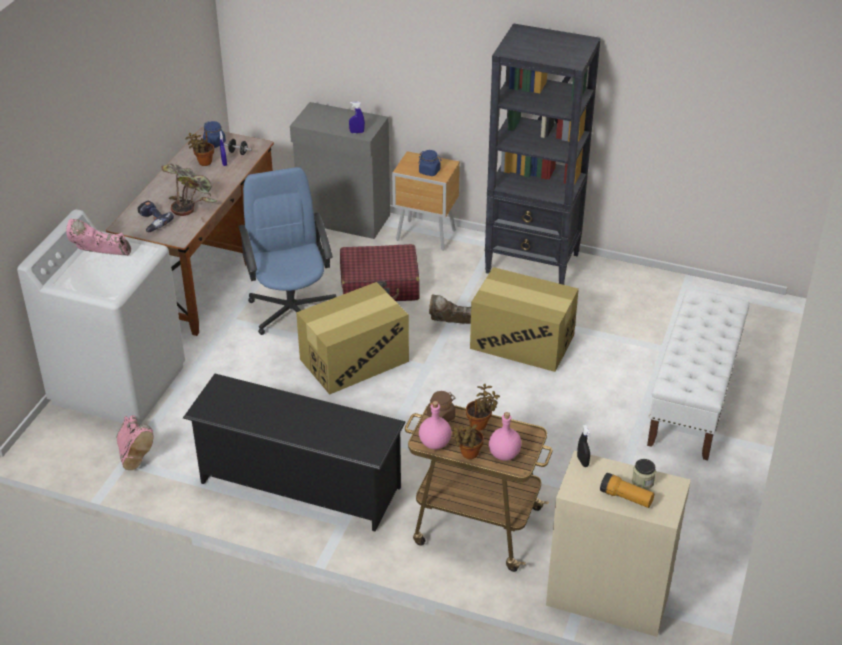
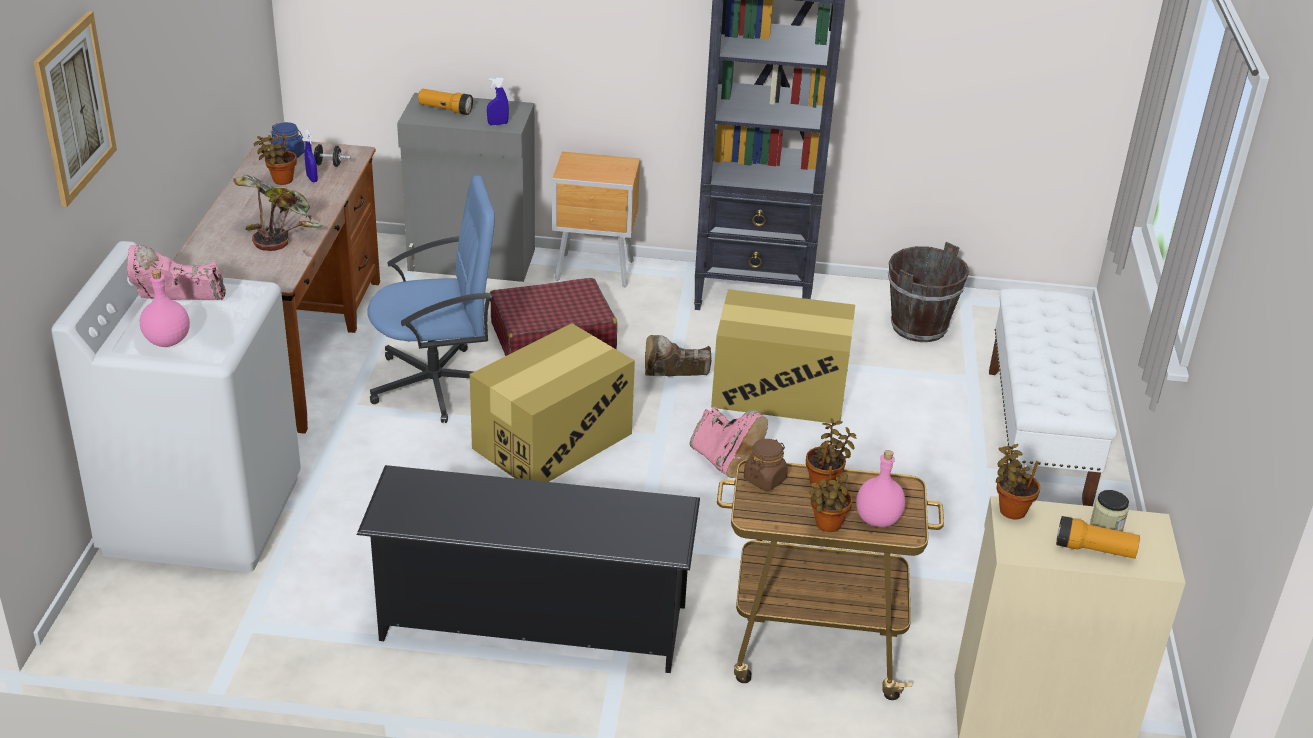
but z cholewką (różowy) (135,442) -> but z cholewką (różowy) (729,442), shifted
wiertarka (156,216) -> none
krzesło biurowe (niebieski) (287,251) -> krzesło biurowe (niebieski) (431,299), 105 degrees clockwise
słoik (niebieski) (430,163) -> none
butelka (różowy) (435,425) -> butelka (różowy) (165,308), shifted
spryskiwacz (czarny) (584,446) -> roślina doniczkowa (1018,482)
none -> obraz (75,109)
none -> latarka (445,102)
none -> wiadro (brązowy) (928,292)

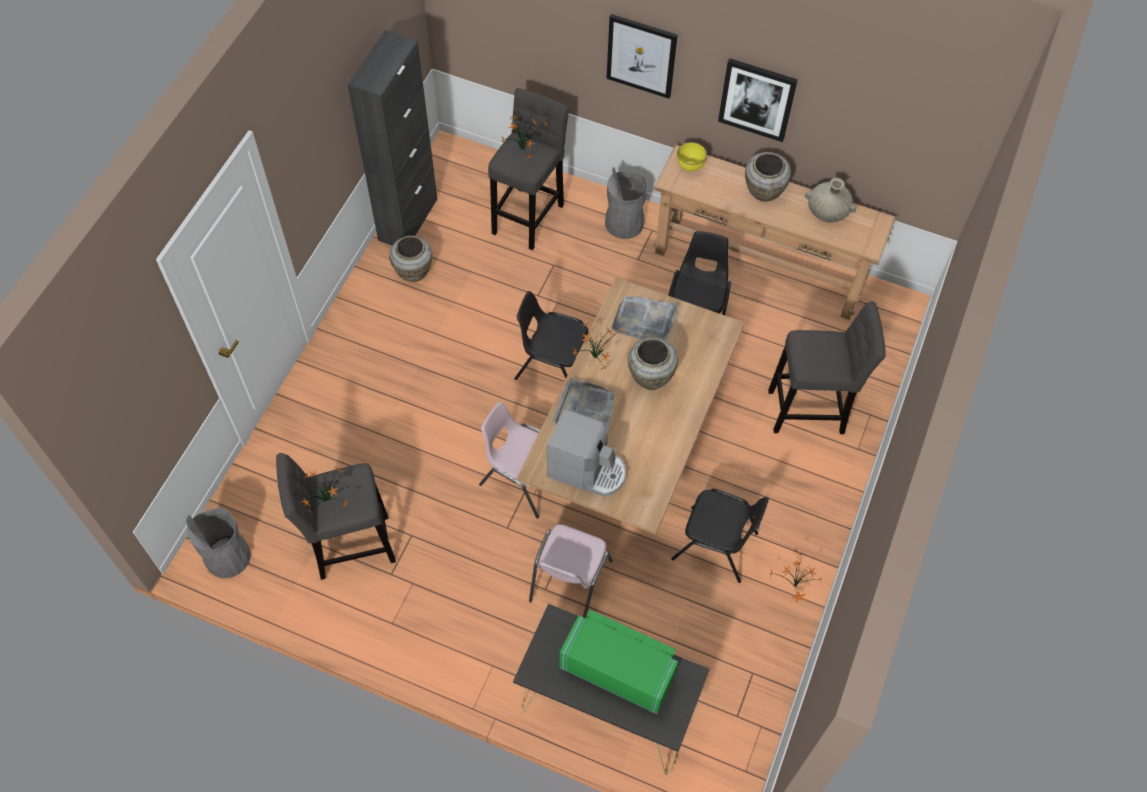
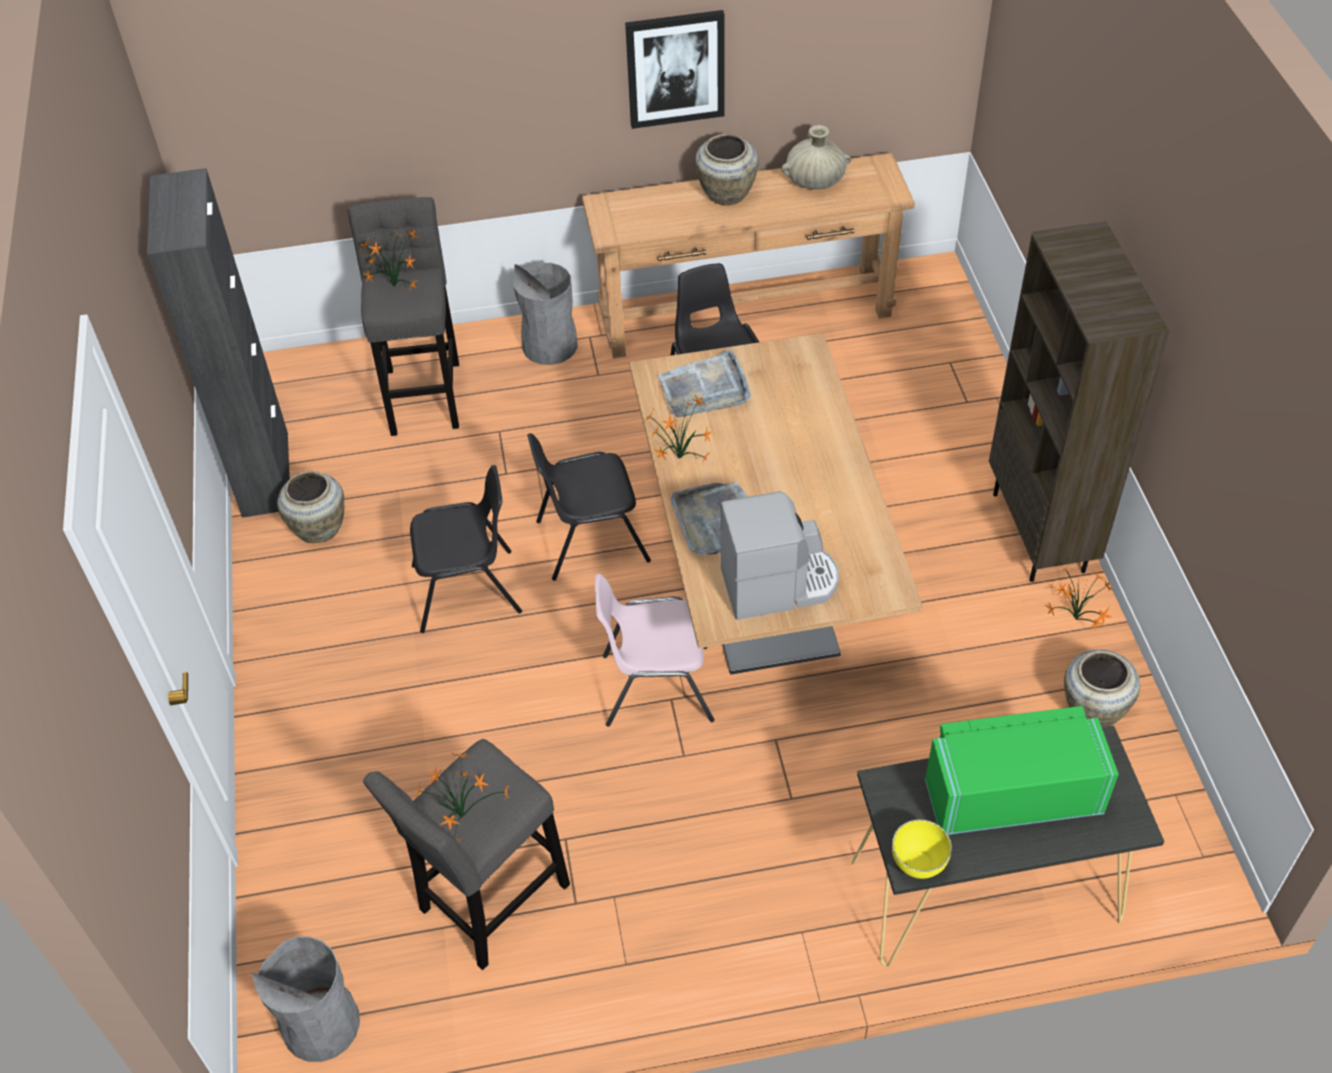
krzesło (różowy) (571,571) -> none
obraz (641,56) -> none
wazon (beżowy) (653,363) -> wazon (beżowy) (1102,688), shifted
krzesło (czarny) (720,536) -> krzesło (czarny) (466,549), shifted
miska (żółty) (692,157) -> miska (żółty) (922,849), shifted
stołek (szary) (827,367) -> none
none -> regał (brązowy) (1079,401)

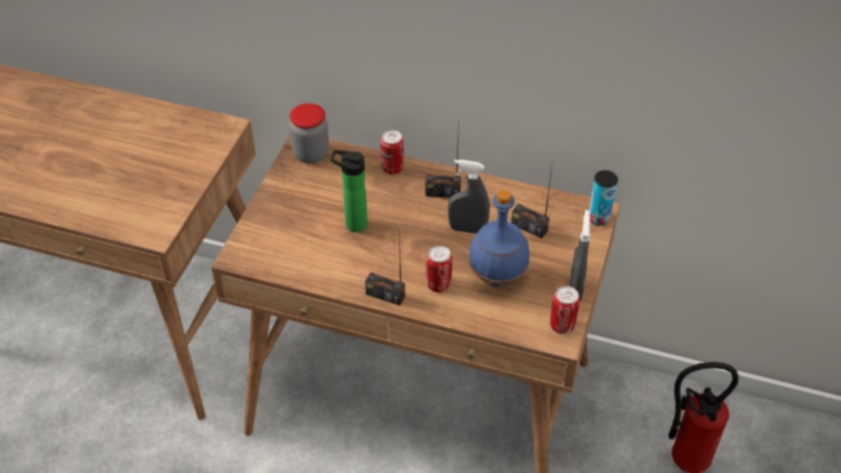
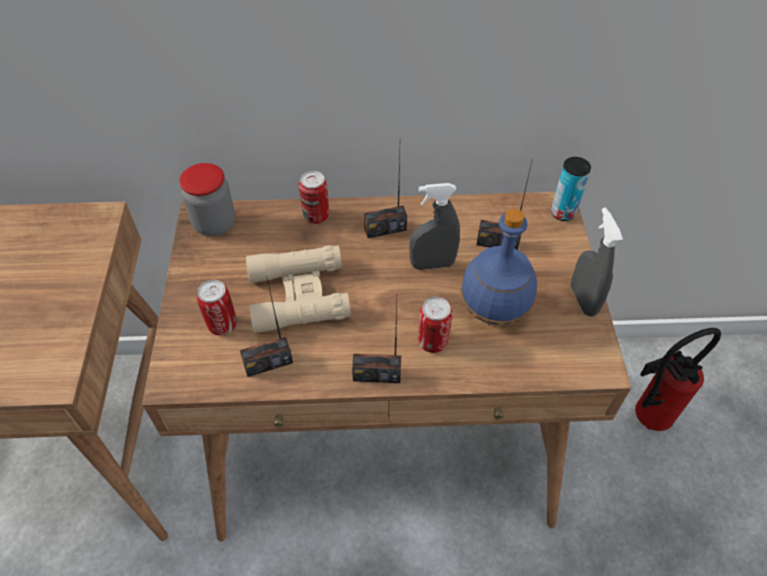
butelka (349,191) -> lornetka (beżowy) (298,289)
puszka (565,310) -> puszka (217,308), shifted
none -> radio (266,327)

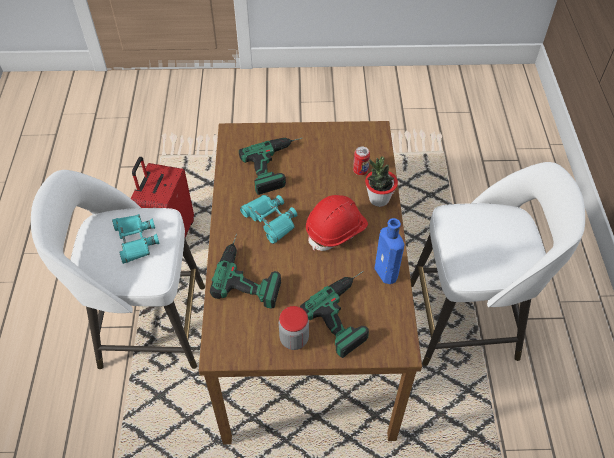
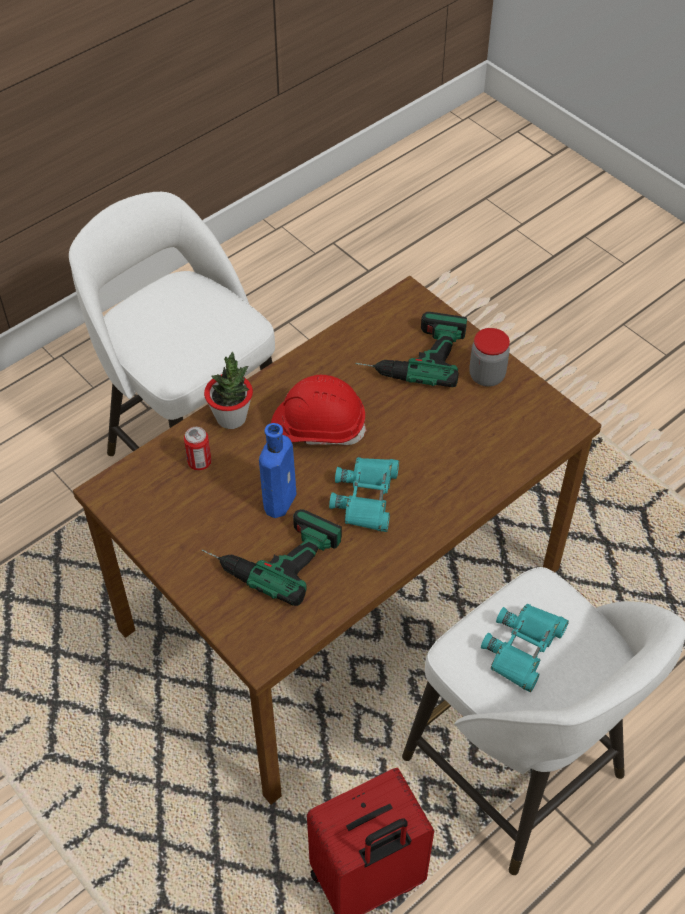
wiertarka (245,271) -> none
butelka (niebieski) (390,251) -> butelka (niebieski) (277,470), shifted

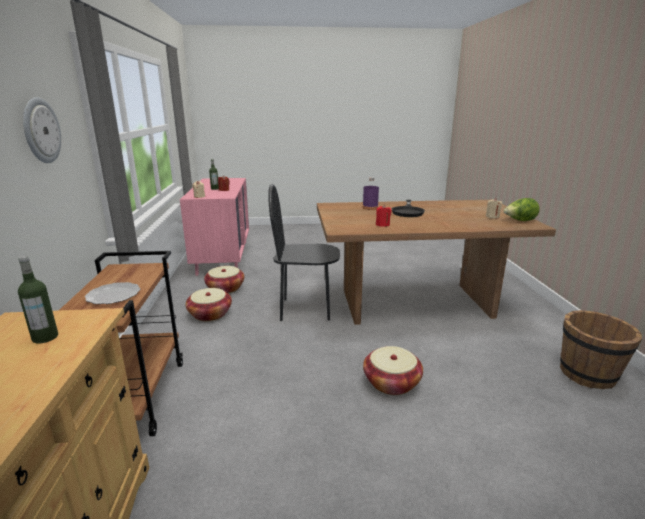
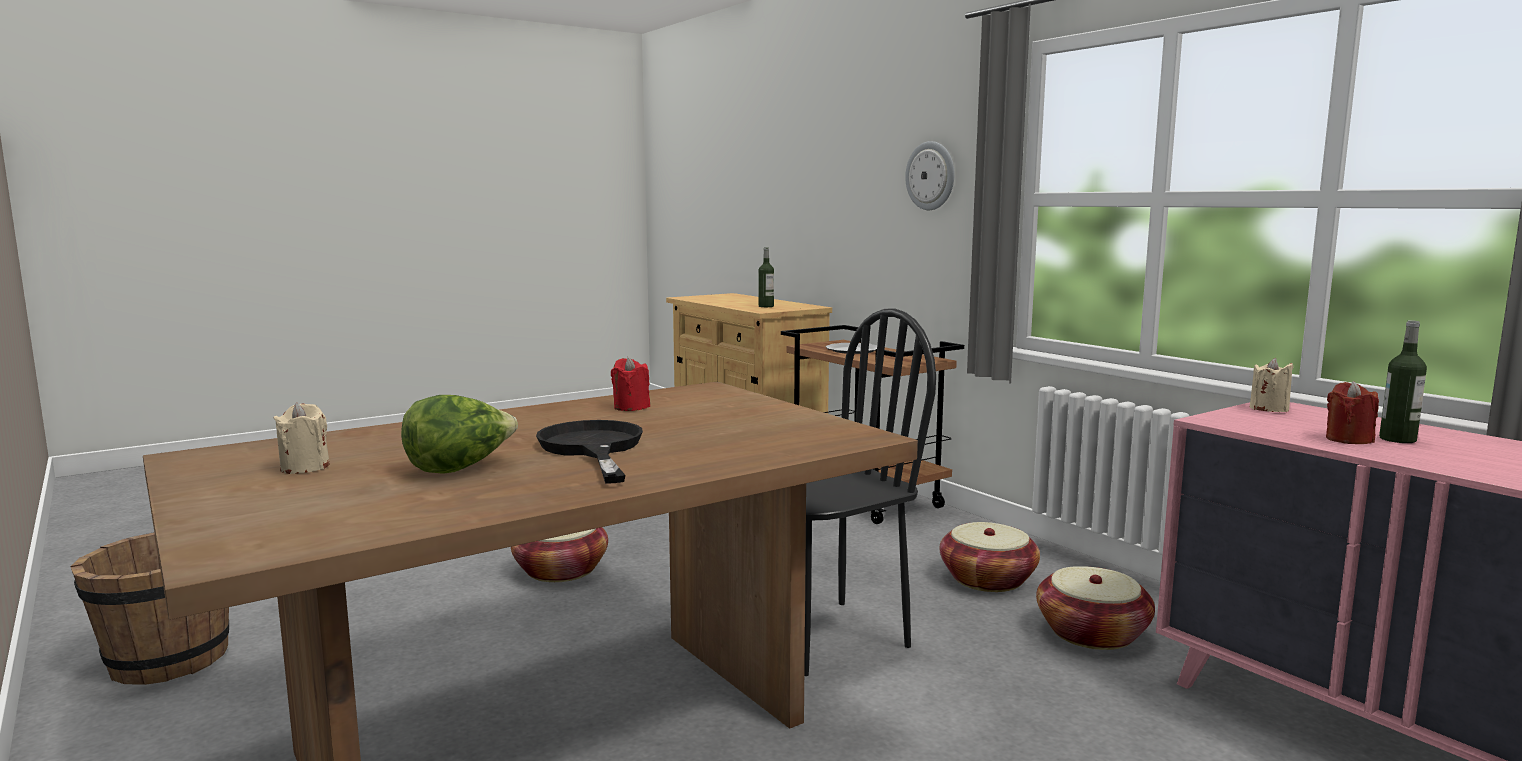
butelka (fioletowy) (371,194) -> none
sałata (522,209) -> sałata (459,434), shifted

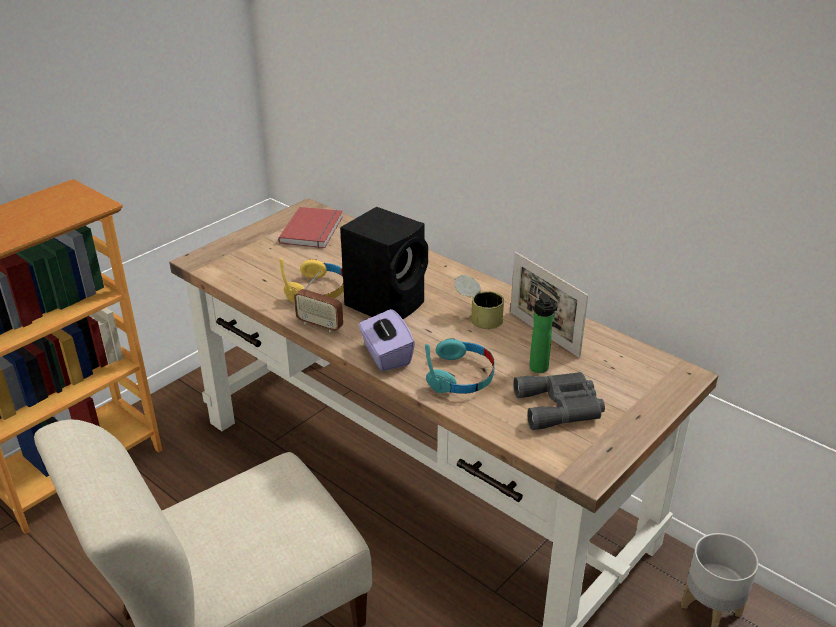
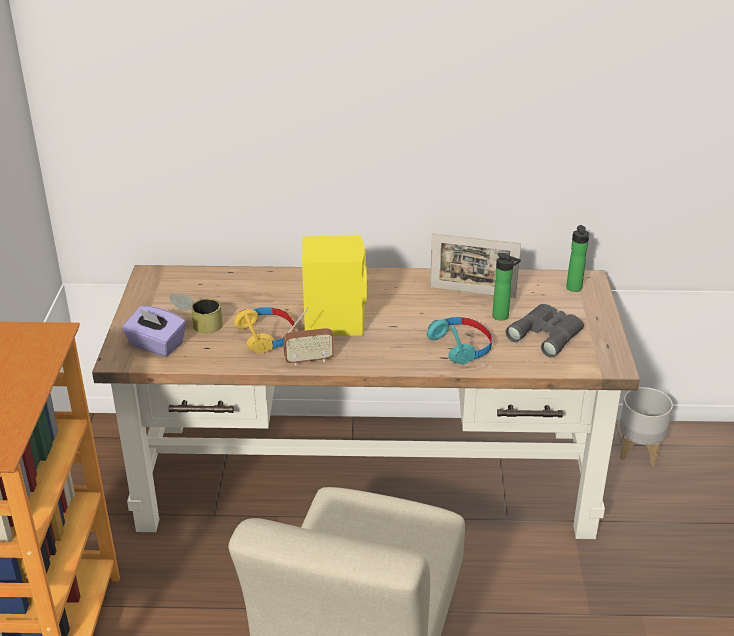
książka (czerwony) (310,227) -> none
głośnik (czarny) (384,263) -> głośnik (żółty) (334,285)
pudełko chusteczek (fioletowy) (387,340) -> pudełko chusteczek (fioletowy) (154,331), shifted
puszka (479,302) -> puszka (196,313), shifted
none -> butelka (578,258)

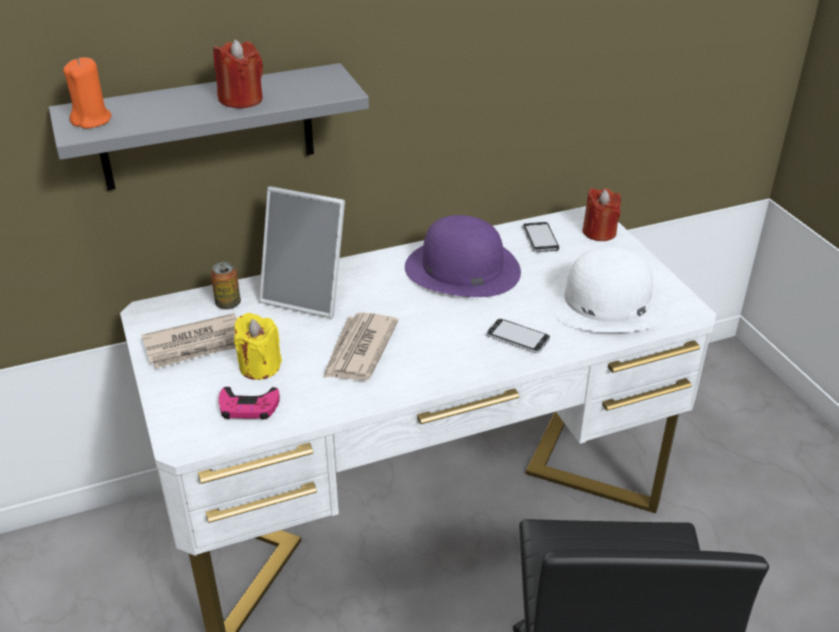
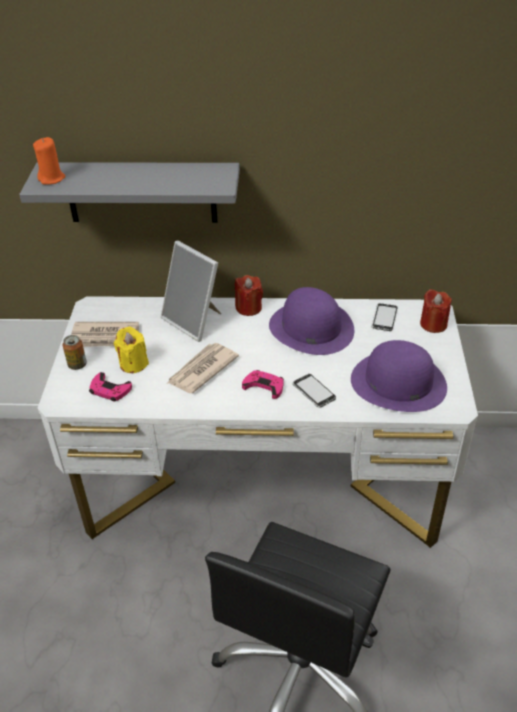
puszka (226,286) -> puszka (75,352), shifted
świeca (czerwony) (238,74) -> świeca (czerwony) (249,295), shifted
kapelusz (biały) (607,289) -> kapelusz (fioletowy) (399,376)
none -> pad do gier (różowy) (263,384)

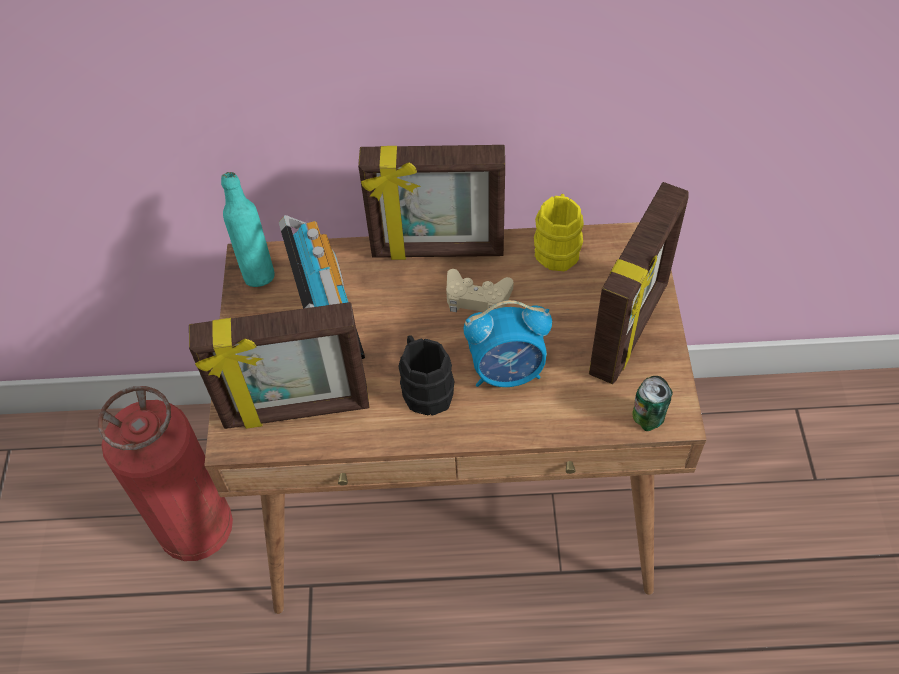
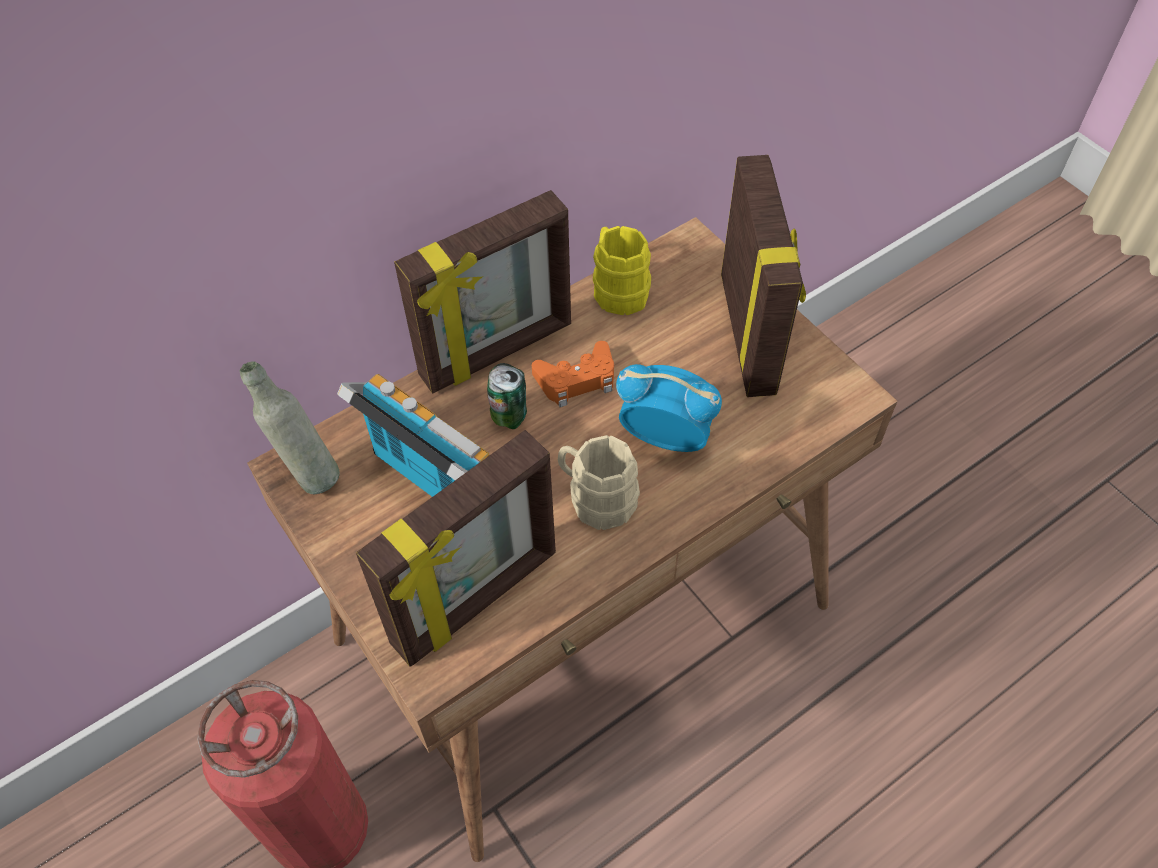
butelka (turkusowy) (248,229) -> butelka (szary) (290,427)
kubek (czarny) (427,375) -> kubek (beżowy) (599,482)
pad do gier (beżowy) (479,290) -> pad do gier (pomarańczowy) (573,374)
budzik (507,343) -> budzik (669,408), 120 degrees counterclockwise
puszka (652,403) -> puszka (507,396), shifted

